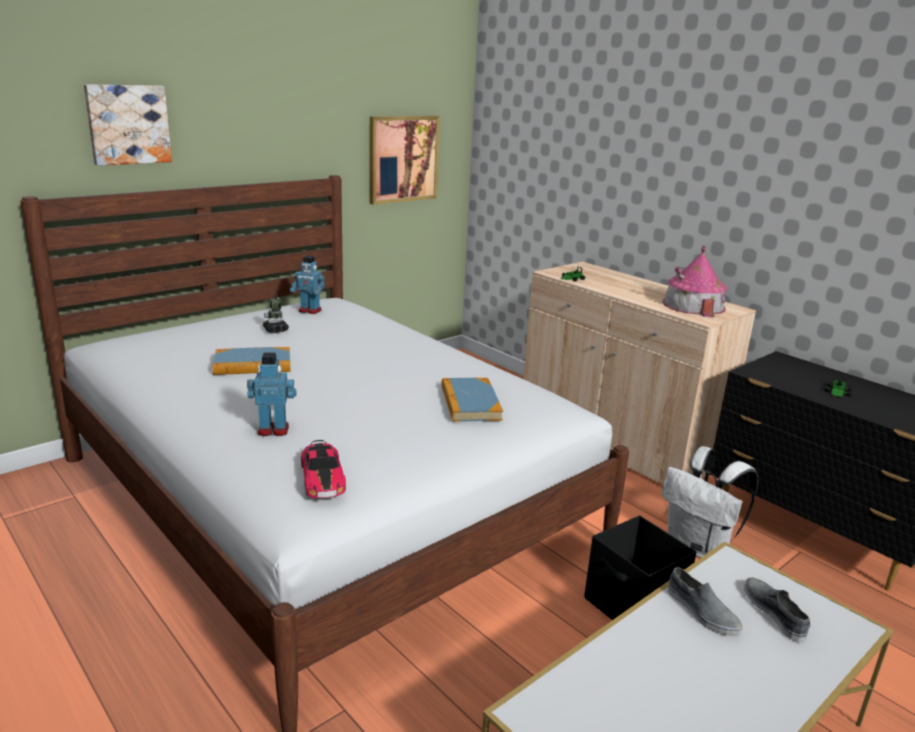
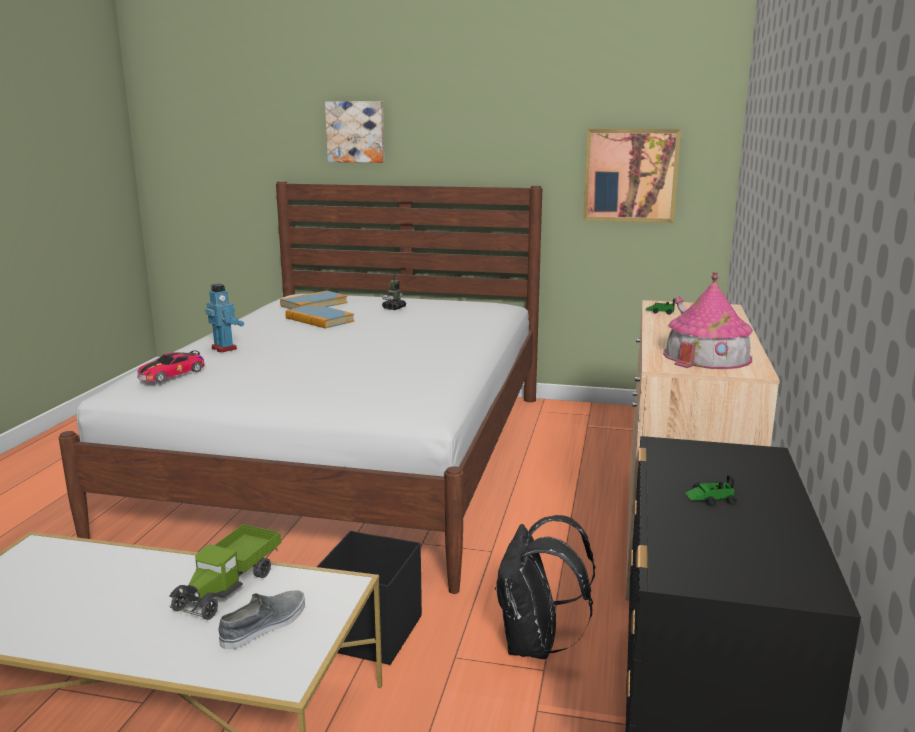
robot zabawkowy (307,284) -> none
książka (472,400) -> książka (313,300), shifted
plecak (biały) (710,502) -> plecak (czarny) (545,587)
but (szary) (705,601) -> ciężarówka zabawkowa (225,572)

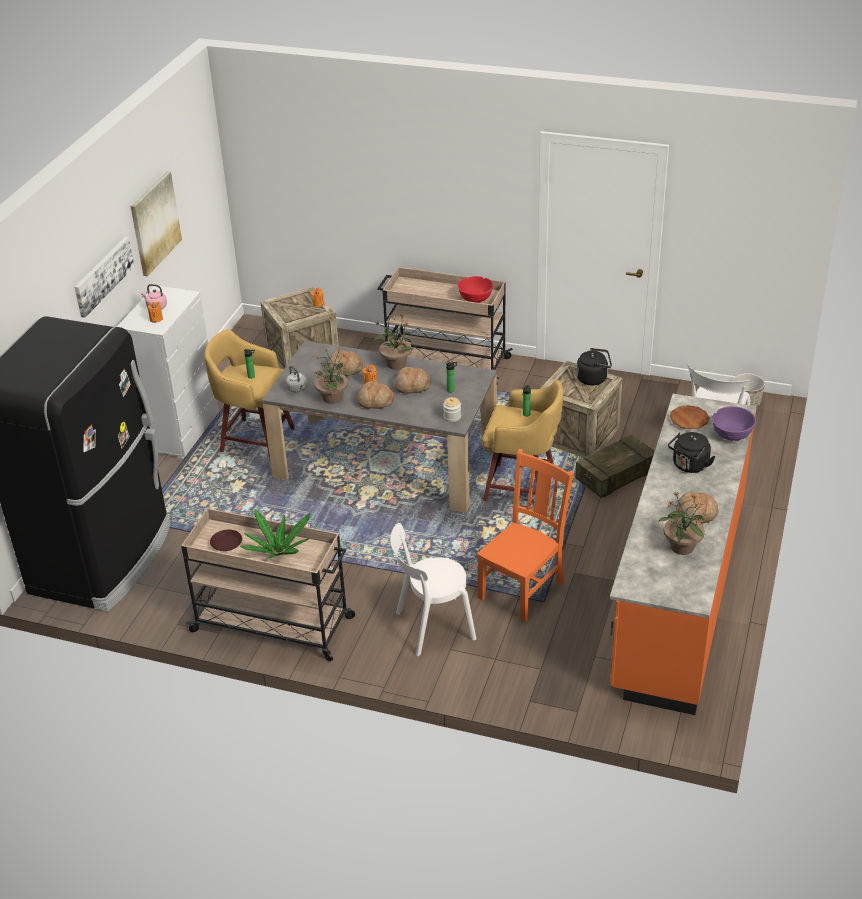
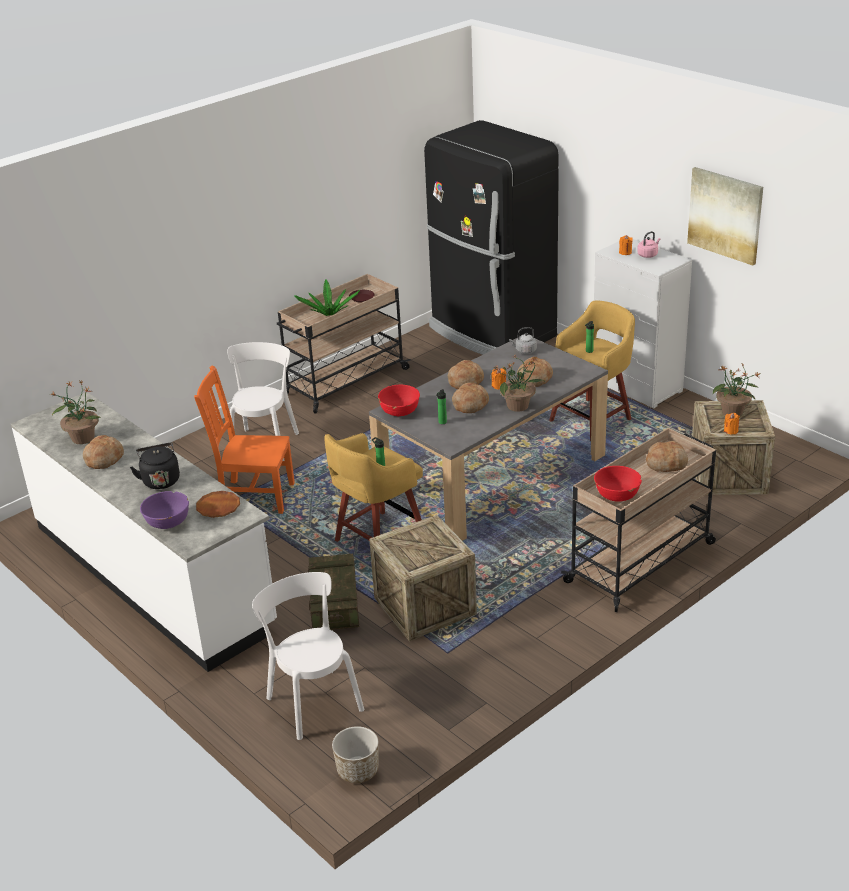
obraz (105,277) -> none
roślina doniczkowa (333,376) -> roślina doniczkowa (737,390), shifted
słoik (452,409) -> miska (czerwony) (399,400)
krzesło (pomarańczowy) (525,535) -> krzesło (pomarańczowy) (244,440), 120 degrees clockwise
czajnik (czarny) (594,366) -> none
zabudowa kuchenna (pomarańczowy) (683,554) -> zabudowa kuchenna (biały) (144,532)
none -> chleb (667,456)

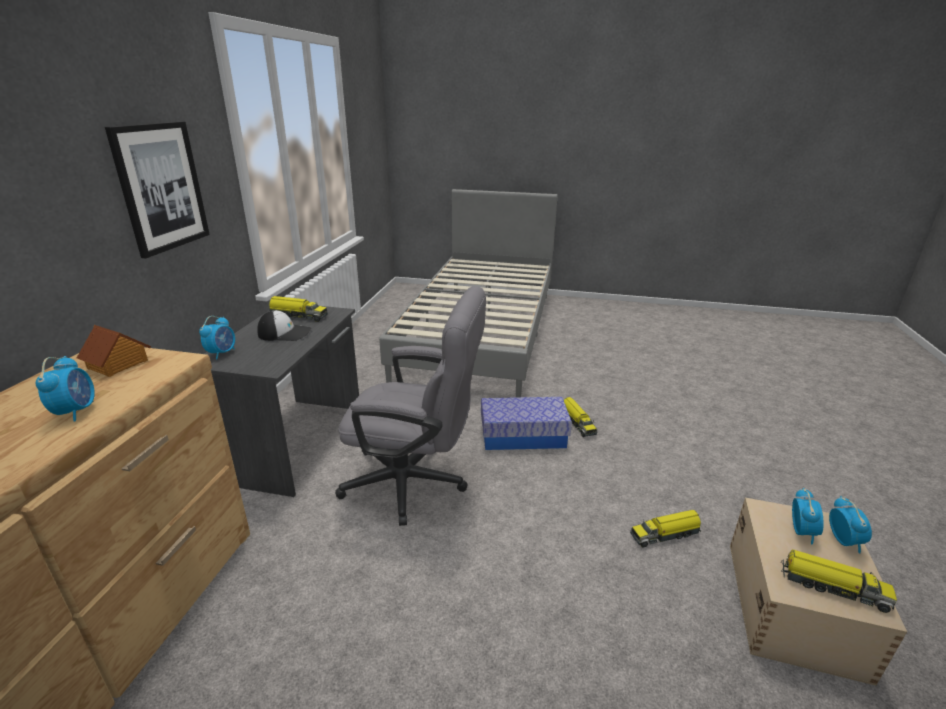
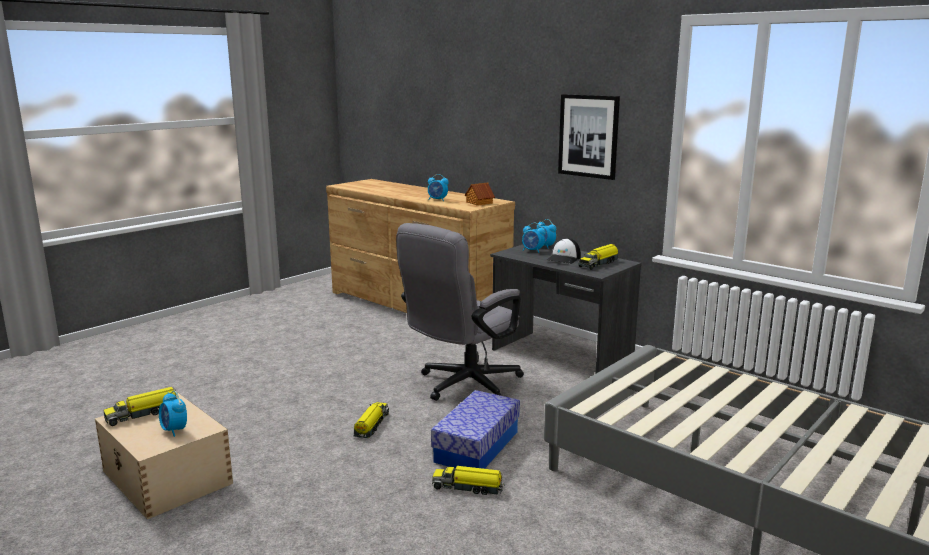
ciężarówka zabawkowa (665,529) -> ciężarówka zabawkowa (371,420), shifted
budzik (850,524) -> budzik (534,238), shifted

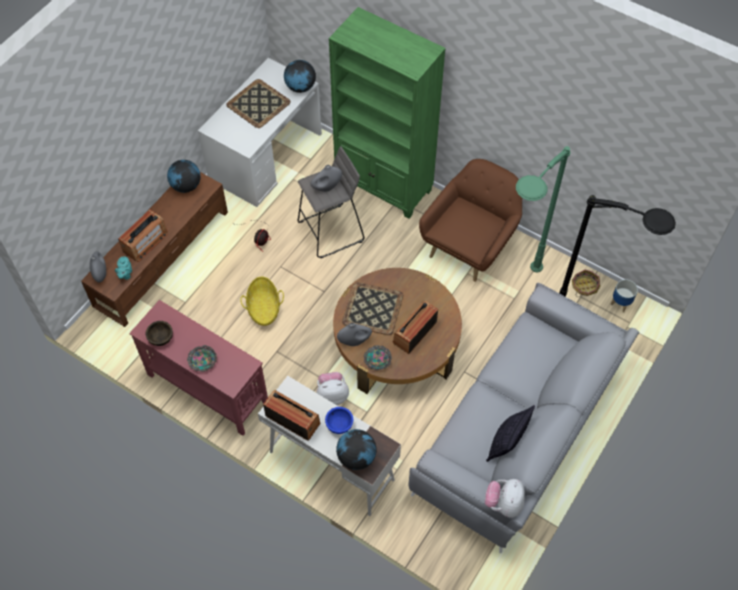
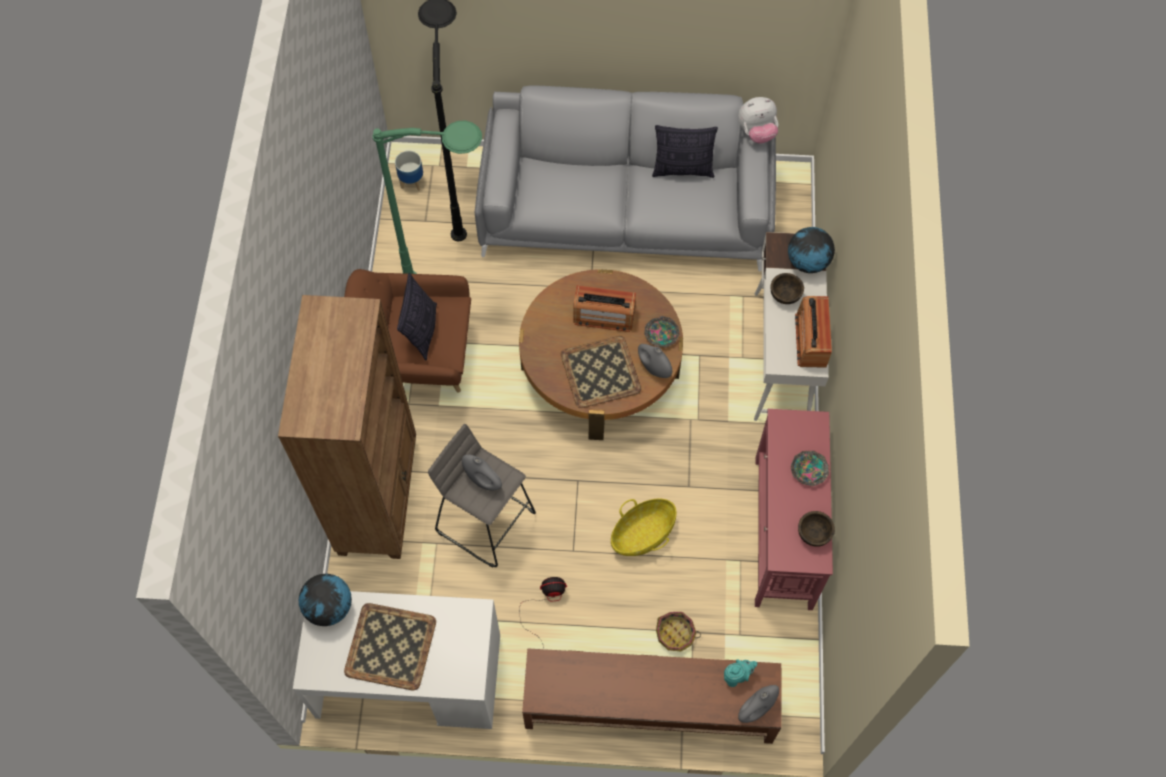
radio (143,236) -> none
globus (184,176) -> none
pluszak (332,389) -> none
miska (niebieski) (339,420) -> miska (brązowy) (787,288)
regał (zielony) (387,113) -> regał (brązowy) (347,427)
koszyk (586,283) -> koszyk (678,632), shifted
none -> poduszka (417,317)

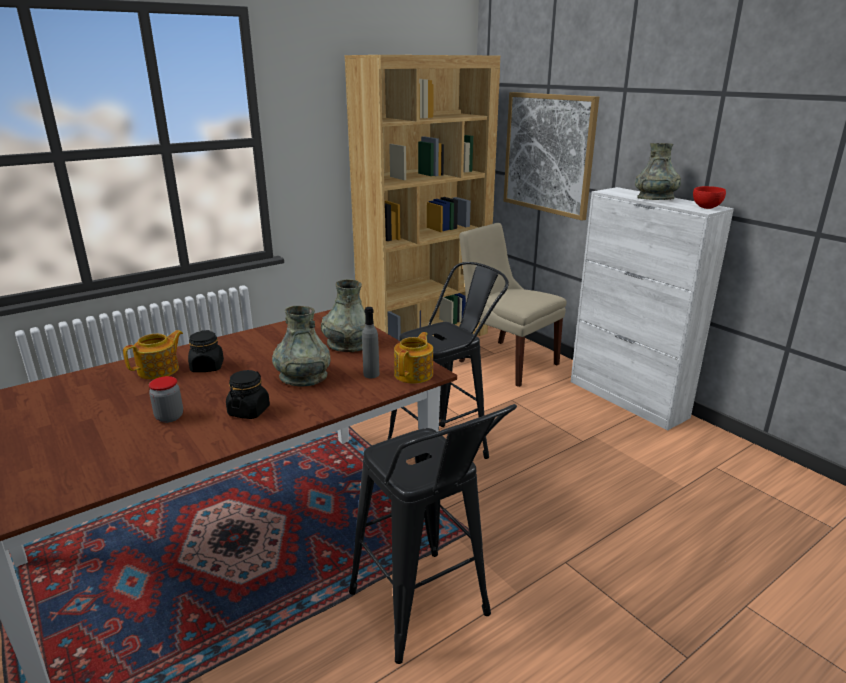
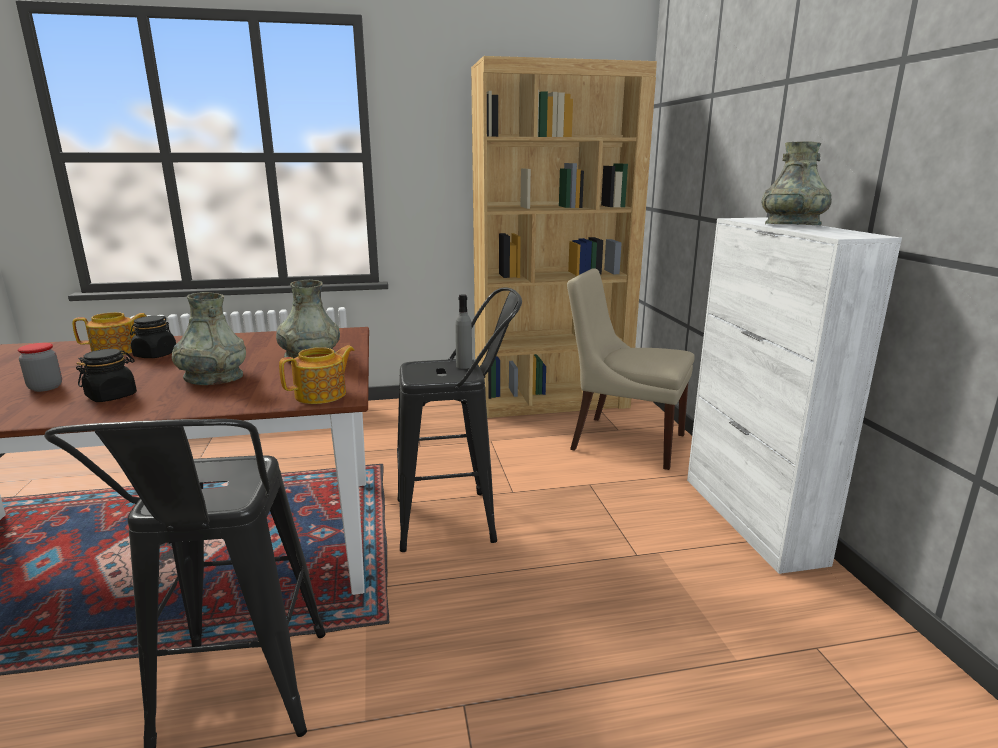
butelka (szary) (370,342) -> butelka (szary) (463,331), shifted
krzesło (beżowy) (512,305) -> krzesło (beżowy) (631,369), 45 degrees counterclockwise
obraz (551,156) -> none
miska (czerwony) (709,197) -> none

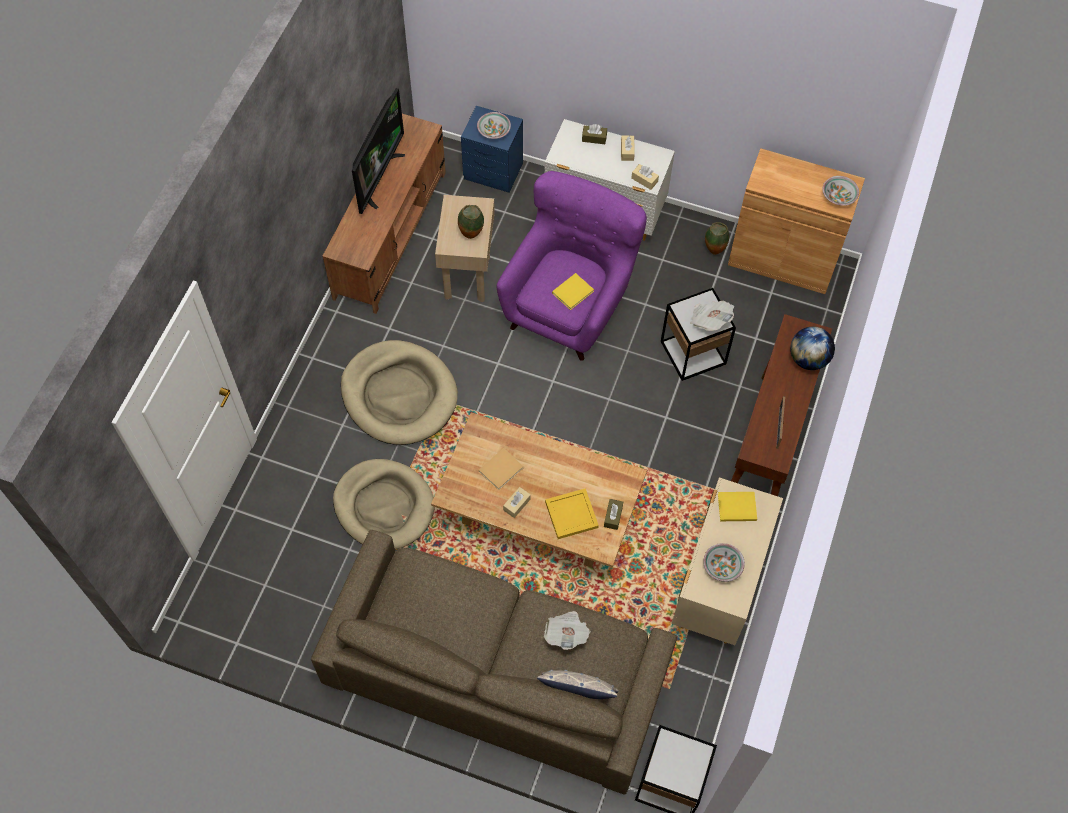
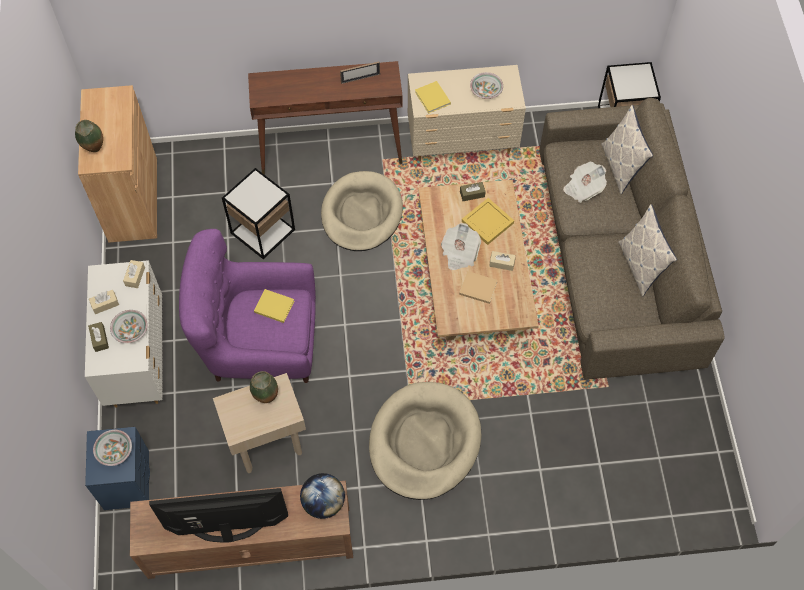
legowisko (beżowy) (383,504) -> legowisko (beżowy) (362,211), shifted
gazeta (712,316) -> gazeta (461,246), shifted
wazon (717,238) -> wazon (89,136), shifted
globus (812,348) -> globus (322,496), shifted
miska (840,191) -> miska (129,326), shifted
none -> poduszka (647,250)

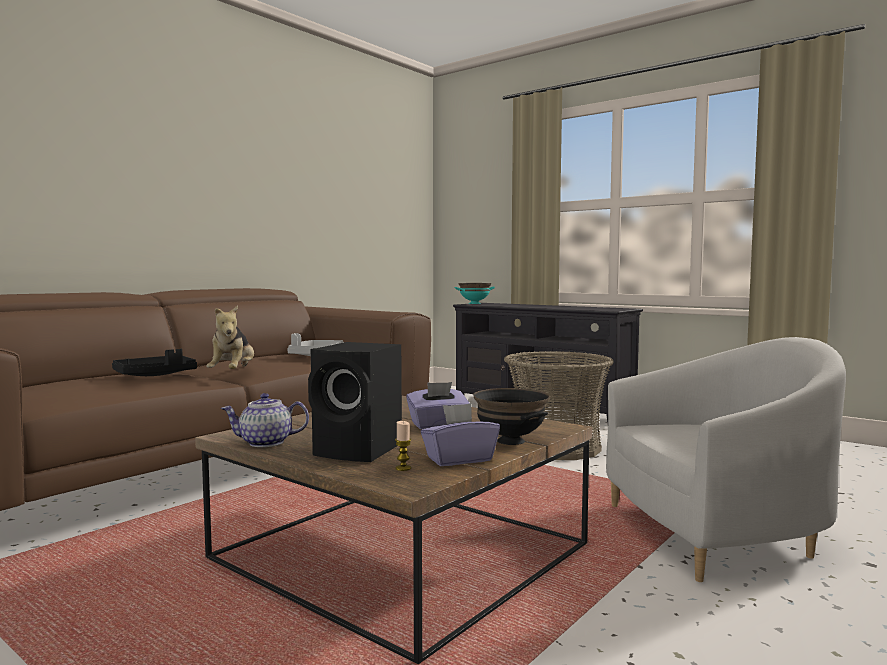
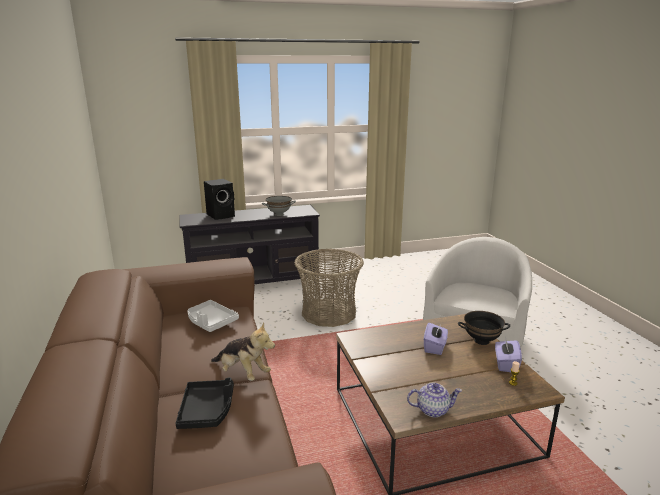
imbryk (265,420) -> imbryk (434,399), 120 degrees counterclockwise
głośnik (czarny) (355,402) -> głośnik (czarny) (219,199), shifted
miska (turkusowy) (475,293) -> none
none -> miska (szary) (279,206)

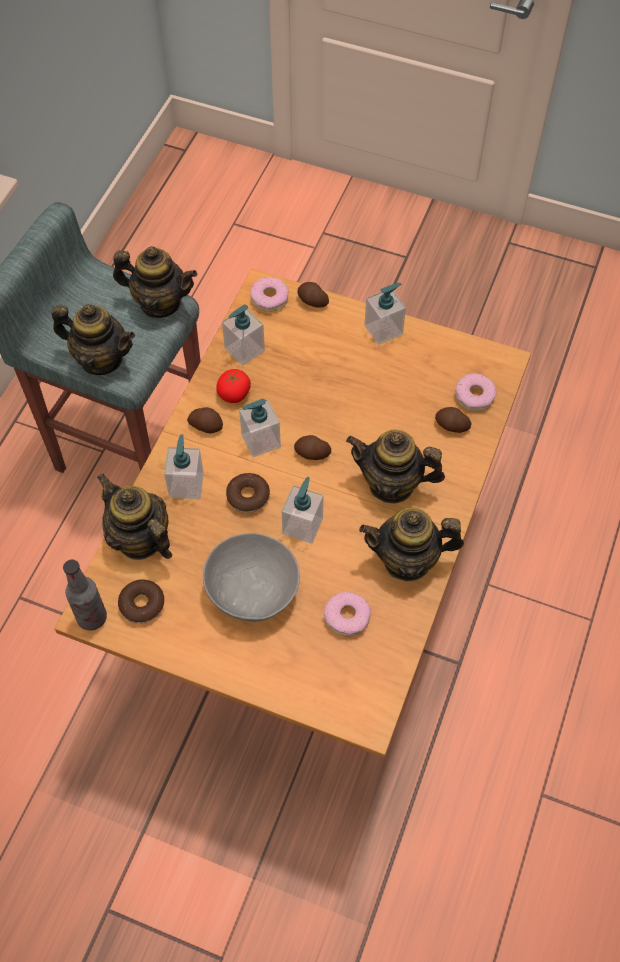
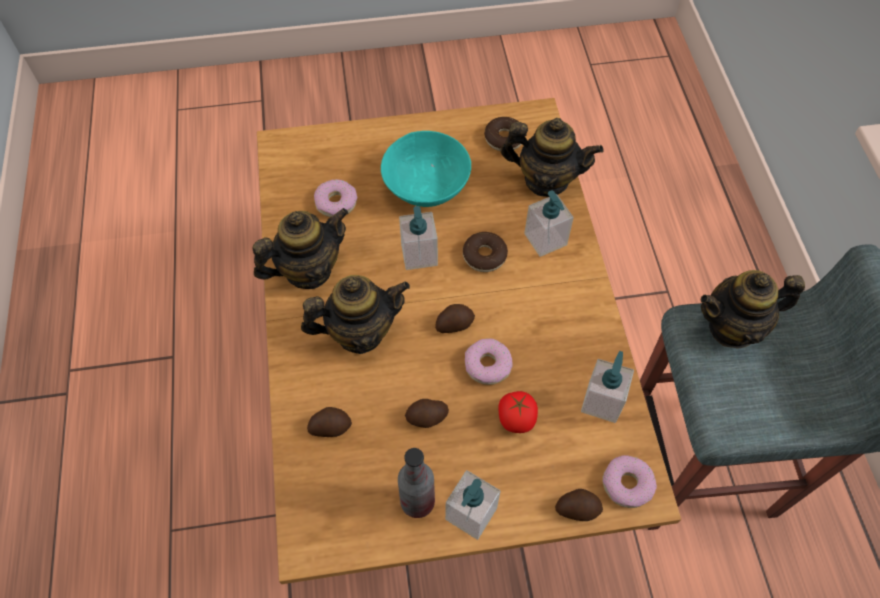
butelka (85,594) -> butelka (416,483), shifted
imbryk (155,282) -> none
ziemniak (205,420) -> ziemniak (427,413), shifted
miska (szary) (251,577) -> miska (turkusowy) (426,169)
pomidor (233,386) -> pomidor (518,412), shifted
dozownik mydła (260,428) -> none
donut (476,392) -> donut (489,361), shifted

